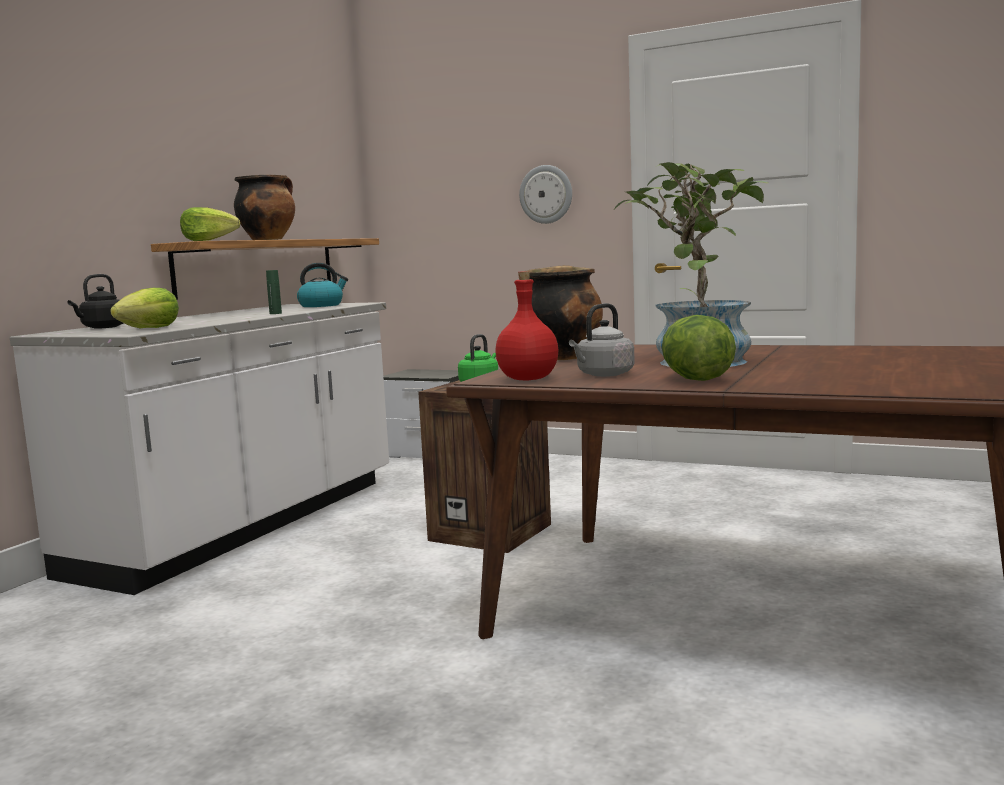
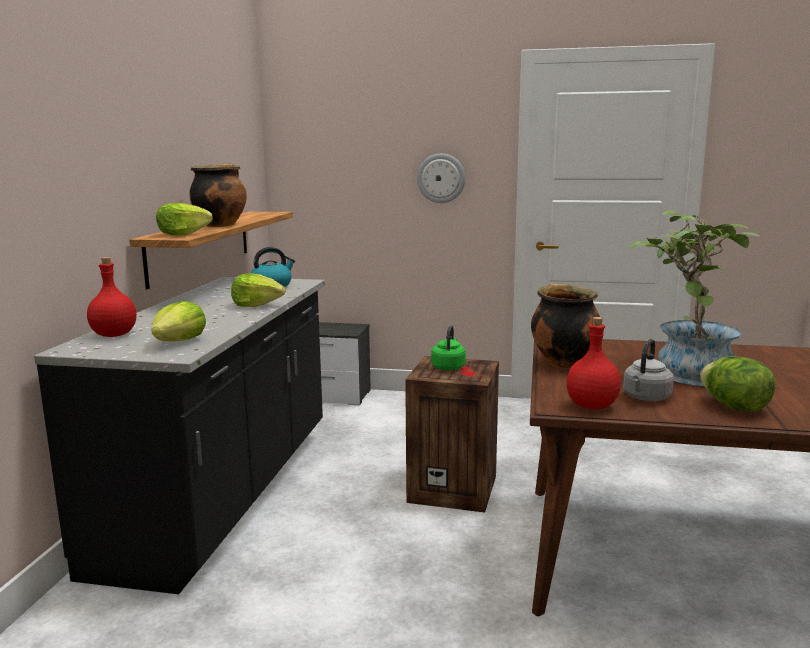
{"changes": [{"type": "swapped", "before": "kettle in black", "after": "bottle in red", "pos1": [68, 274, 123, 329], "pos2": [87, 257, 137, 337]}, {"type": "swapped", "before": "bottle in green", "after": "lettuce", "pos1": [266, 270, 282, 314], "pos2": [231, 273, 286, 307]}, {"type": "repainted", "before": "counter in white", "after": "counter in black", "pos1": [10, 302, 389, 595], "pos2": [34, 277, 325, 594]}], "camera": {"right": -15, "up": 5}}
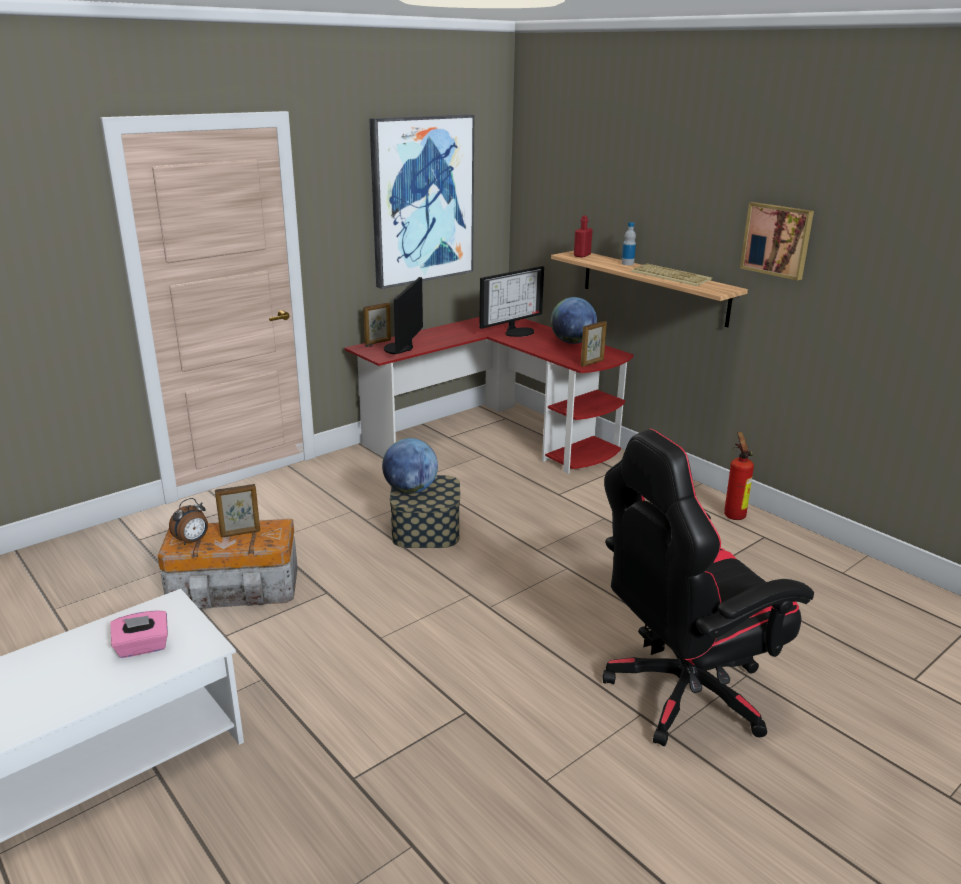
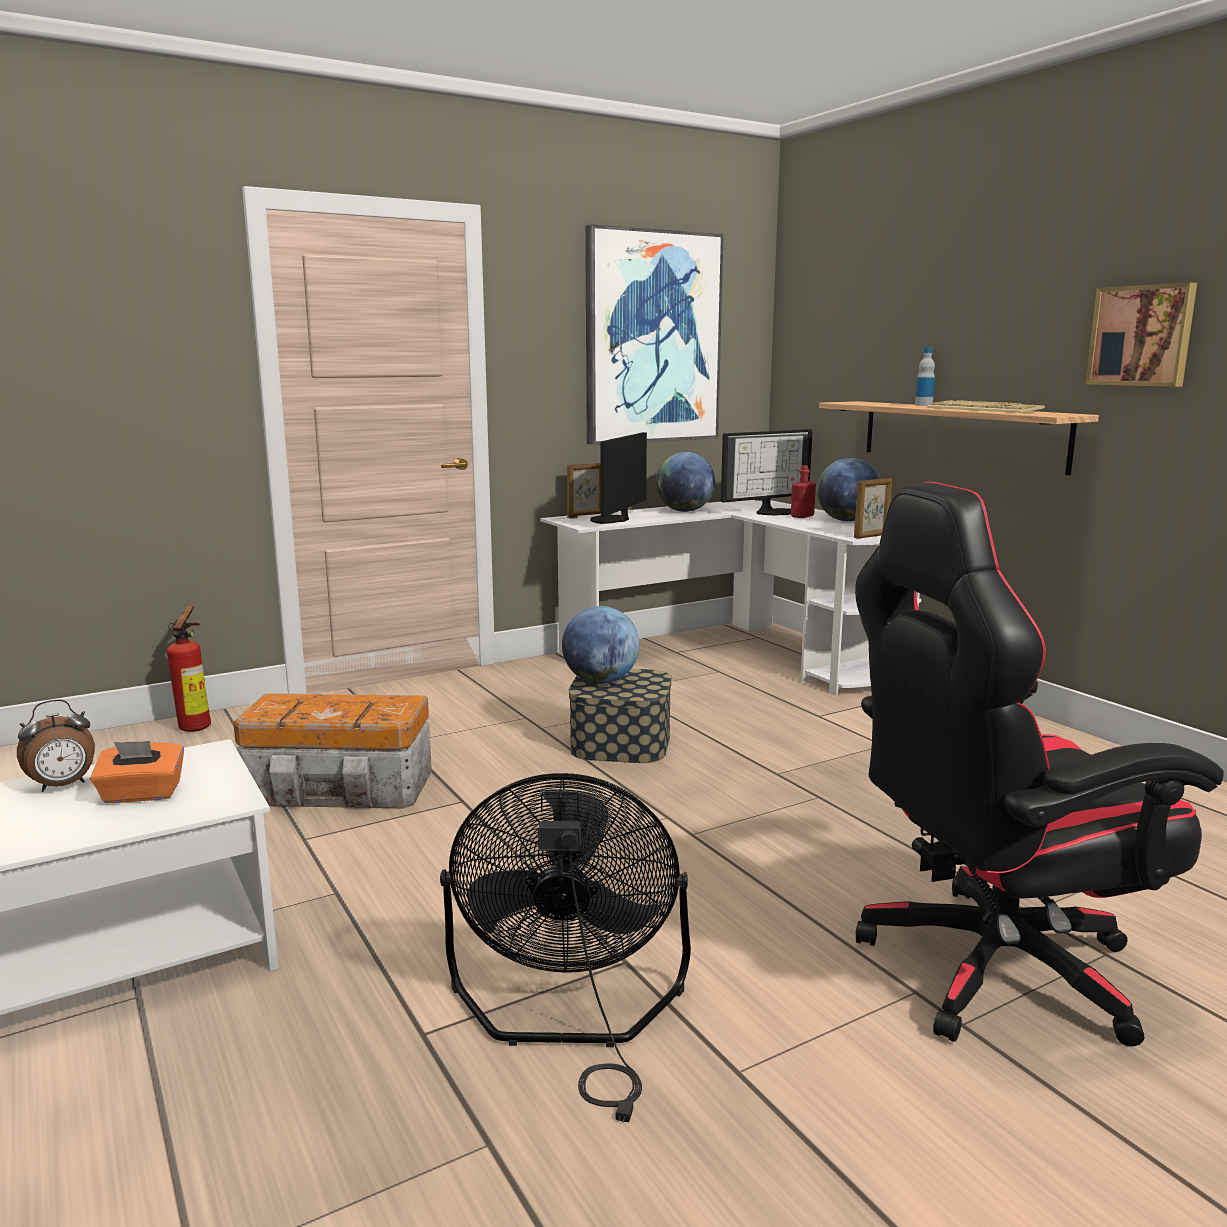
{"changes": [{"type": "gone", "before": "picture frame", "pos1": [215, 484, 260, 538]}, {"type": "new", "after": "fan in black", "pos2": [440, 773, 691, 1123]}, {"type": "new", "after": "globe", "pos2": [656, 452, 715, 512]}, {"type": "shifted", "before": "alarm clock", "pos1": [169, 498, 208, 545], "pos2": [17, 699, 95, 792]}, {"type": "shifted", "before": "bottle in red", "pos1": [574, 215, 593, 258], "pos2": [791, 465, 816, 518]}, {"type": "shifted", "before": "fire extinguisher", "pos1": [724, 432, 754, 520], "pos2": [167, 605, 211, 732]}, {"type": "repainted", "before": "tissue box in pink", "after": "tissue box in orange", "pos1": [110, 610, 168, 658], "pos2": [90, 741, 184, 803]}, {"type": "repainted", "before": "desk in red", "after": "desk in white", "pos1": [344, 317, 634, 474], "pos2": [540, 499, 921, 695]}], "camera": {"right": 10, "up": -10}}
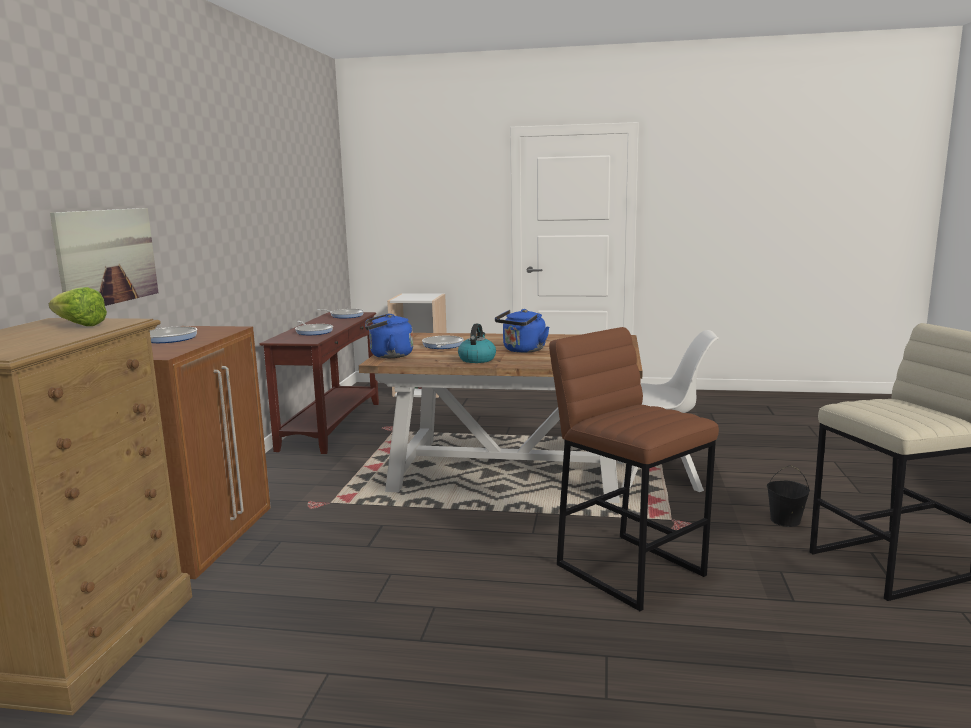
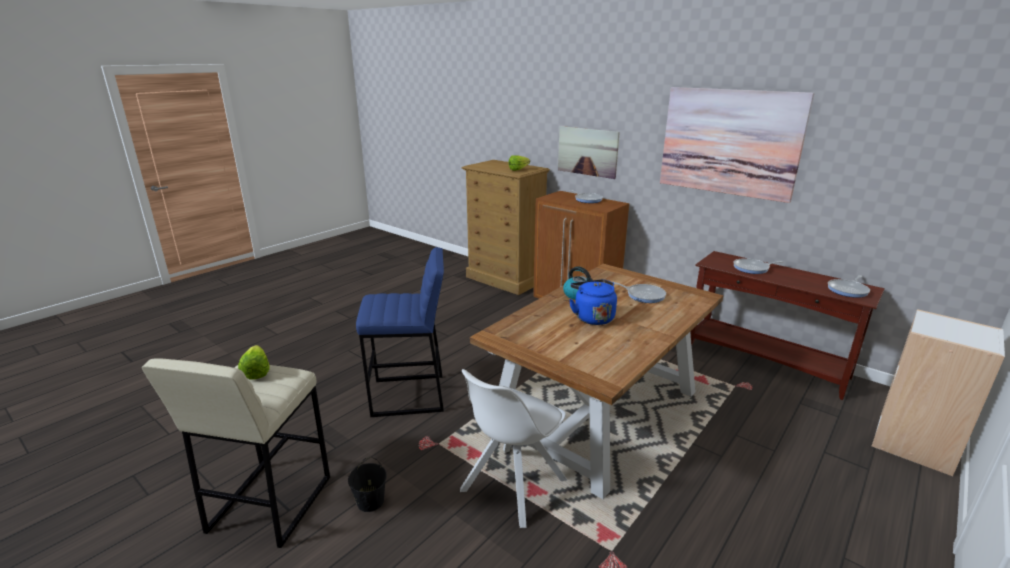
{"changes": [{"type": "gone", "before": "kettle in blue", "pos1": [365, 313, 413, 358]}, {"type": "new", "after": "lettuce", "pos2": [238, 345, 270, 380]}, {"type": "new", "after": "picture", "pos2": [660, 87, 815, 203]}, {"type": "repainted", "before": "stool in brown", "after": "stool in blue", "pos1": [549, 327, 719, 611], "pos2": [356, 247, 444, 417]}], "camera": {"right": 120, "up": 10}}
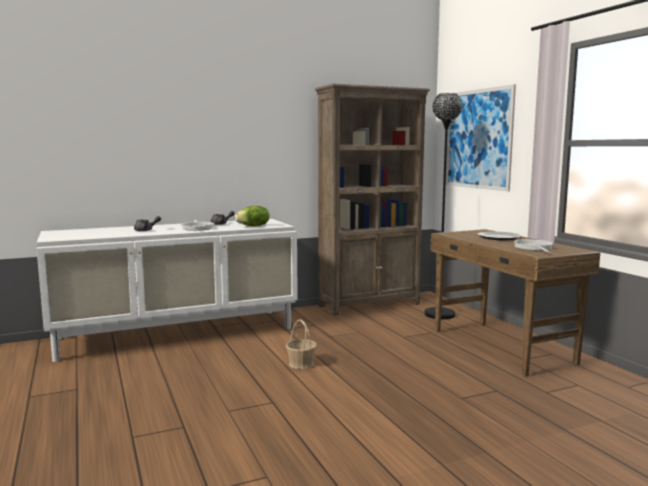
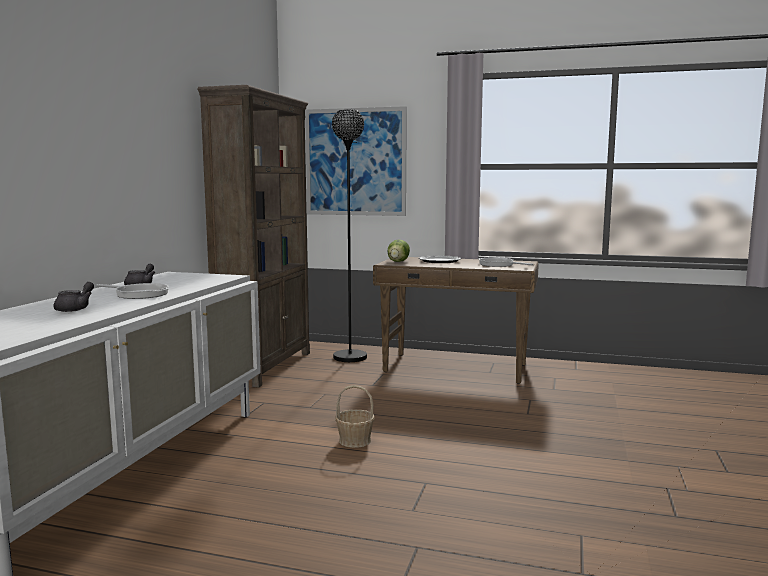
{"changes": [{"type": "shifted", "before": "lettuce", "pos1": [235, 206, 269, 226], "pos2": [388, 239, 410, 262]}], "camera": {"right": -50, "up": 0}}
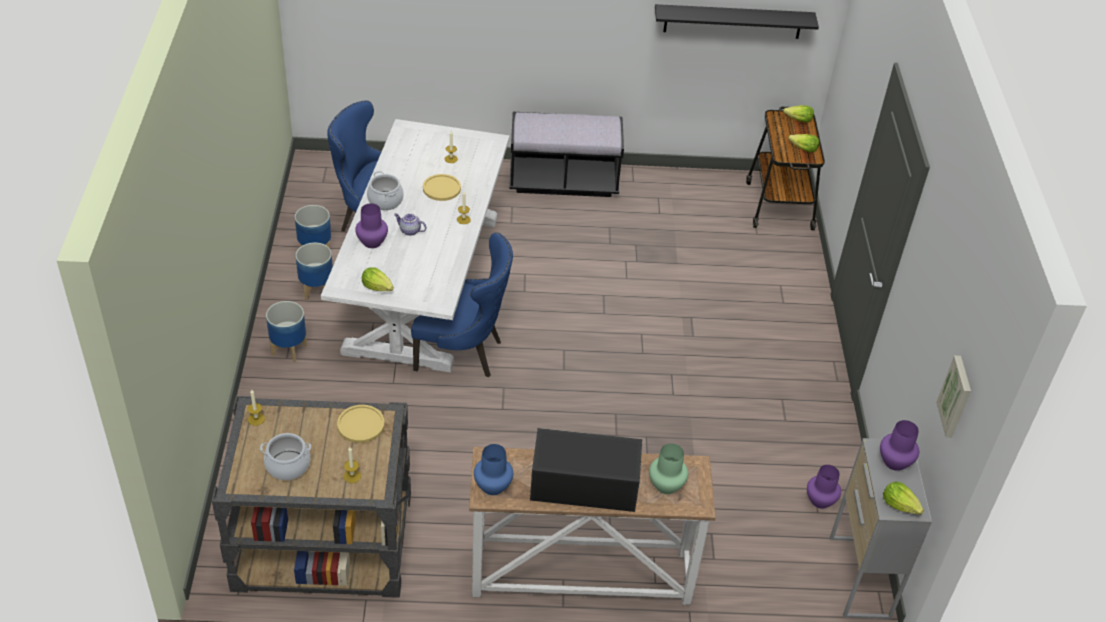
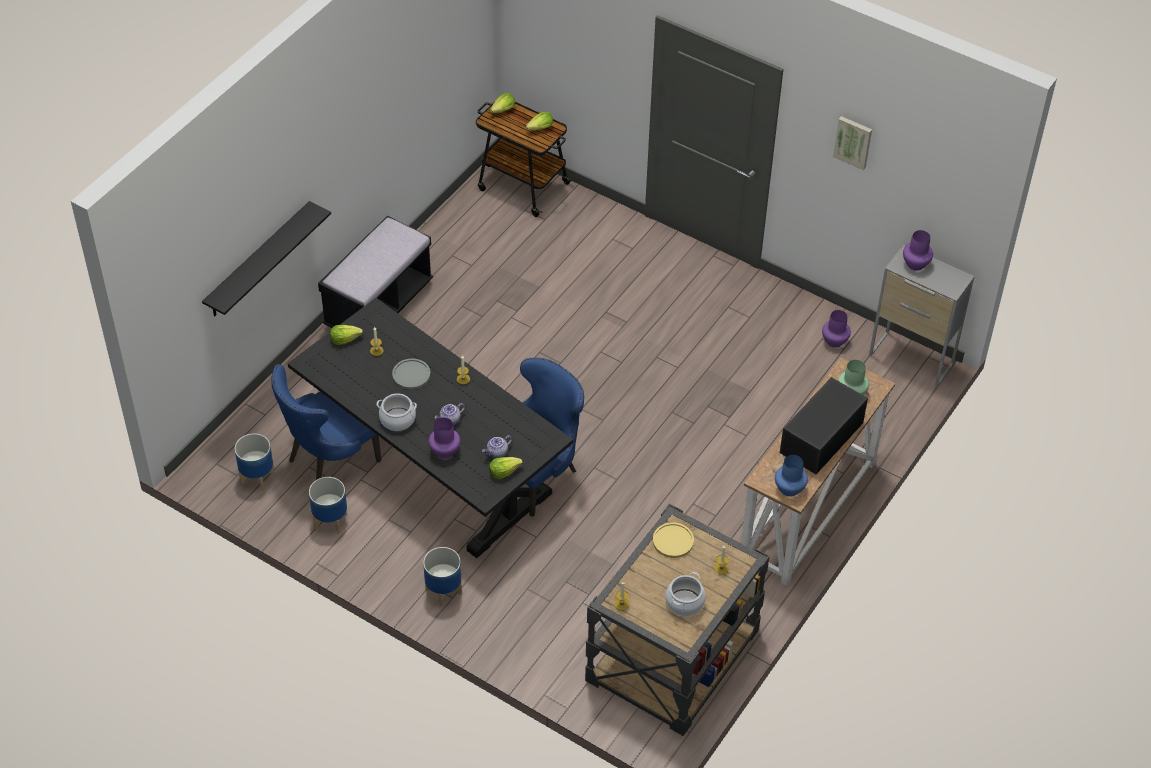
{"changes": [{"type": "new", "after": "teapot", "pos2": [482, 435, 512, 458]}, {"type": "shifted", "before": "planter", "pos1": [296, 243, 333, 300], "pos2": [235, 433, 275, 491]}, {"type": "shifted", "before": "shelf in black", "pos1": [655, 4, 819, 39], "pos2": [202, 201, 331, 316]}, {"type": "shifted", "before": "lettuce", "pos1": [883, 482, 924, 515], "pos2": [330, 325, 363, 345]}, {"type": "shifted", "before": "picture", "pos1": [936, 355, 971, 437], "pos2": [833, 116, 872, 170]}, {"type": "repainted", "before": "dining table in white", "after": "dining table in black", "pos1": [321, 119, 510, 372], "pos2": [287, 298, 573, 558]}, {"type": "repainted", "before": "plate in yellow", "after": "plate in grey", "pos1": [423, 174, 461, 201], "pos2": [392, 358, 431, 390]}], "camera": {"right": -55, "up": 5}}
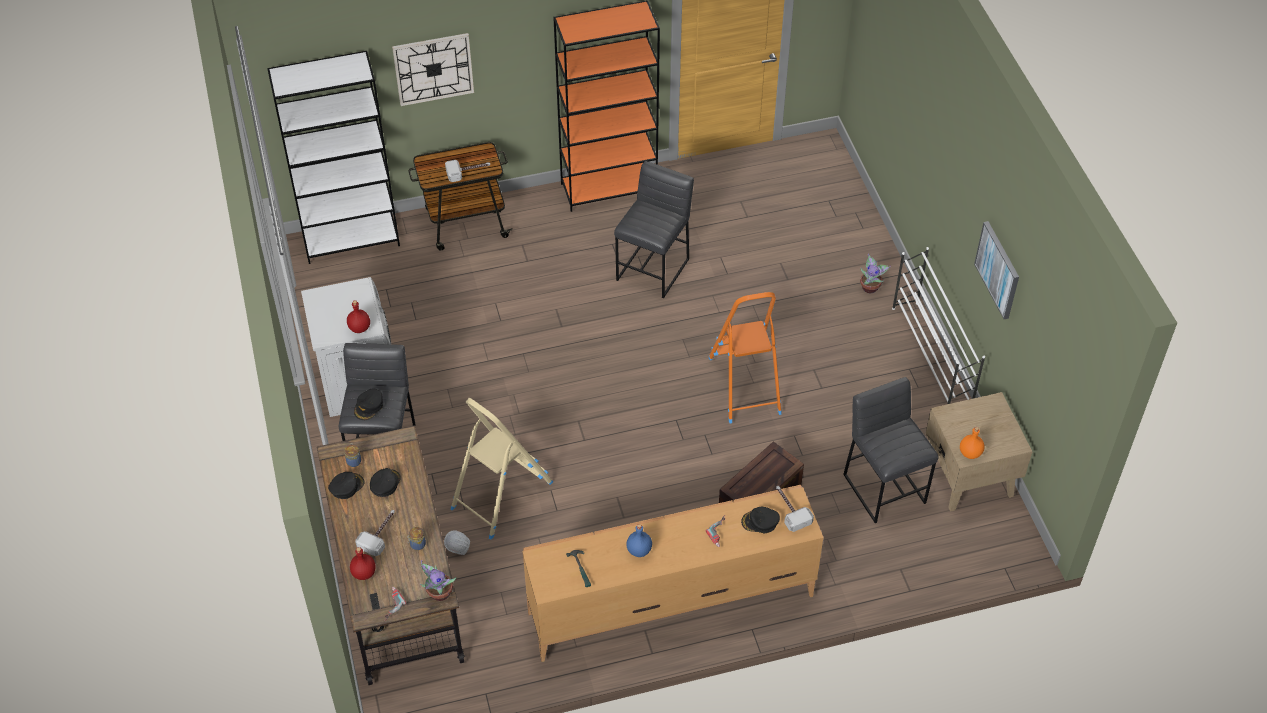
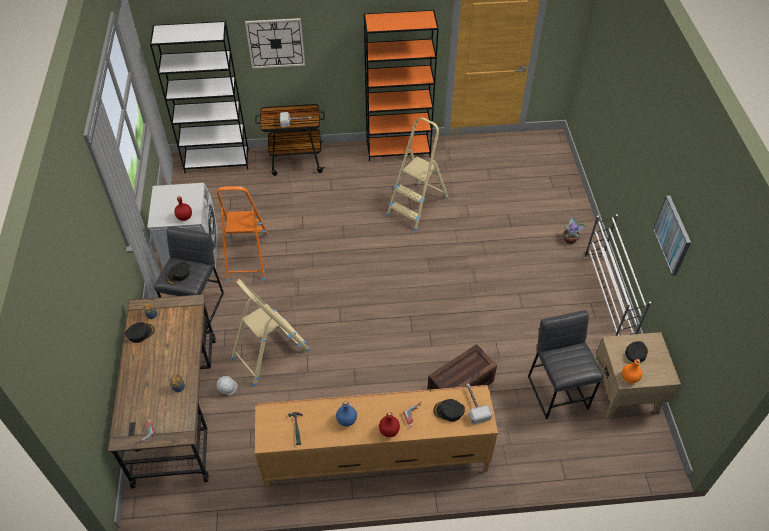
{"changes": [{"type": "gone", "before": "hammer", "pos1": [355, 510, 395, 556]}, {"type": "gone", "before": "potted plant", "pos1": [420, 560, 457, 601]}, {"type": "shifted", "before": "bottle in red", "pos1": [350, 547, 376, 580], "pos2": [379, 412, 400, 437]}, {"type": "shifted", "before": "cap in black", "pos1": [370, 468, 401, 497], "pos2": [625, 341, 648, 363]}, {"type": "shifted", "before": "step ladder in orange", "pos1": [709, 292, 782, 424], "pos2": [217, 186, 268, 282]}, {"type": "swapped", "before": "stool in grey", "after": "step ladder in beige", "pos1": [614, 161, 694, 298], "pos2": [386, 118, 448, 231]}], "camera": {"right": 10, "up": 0}}
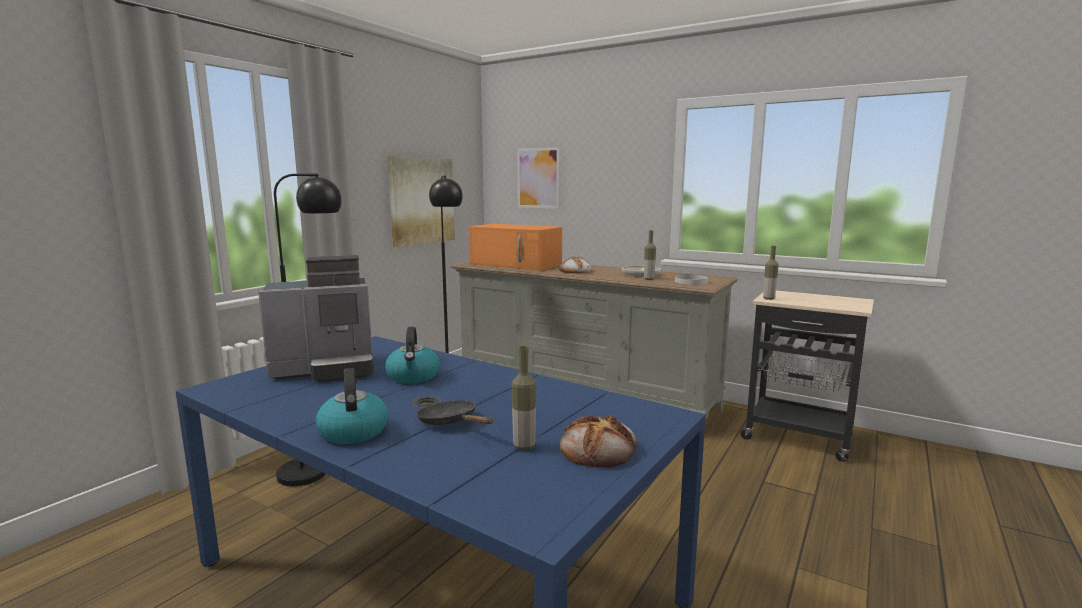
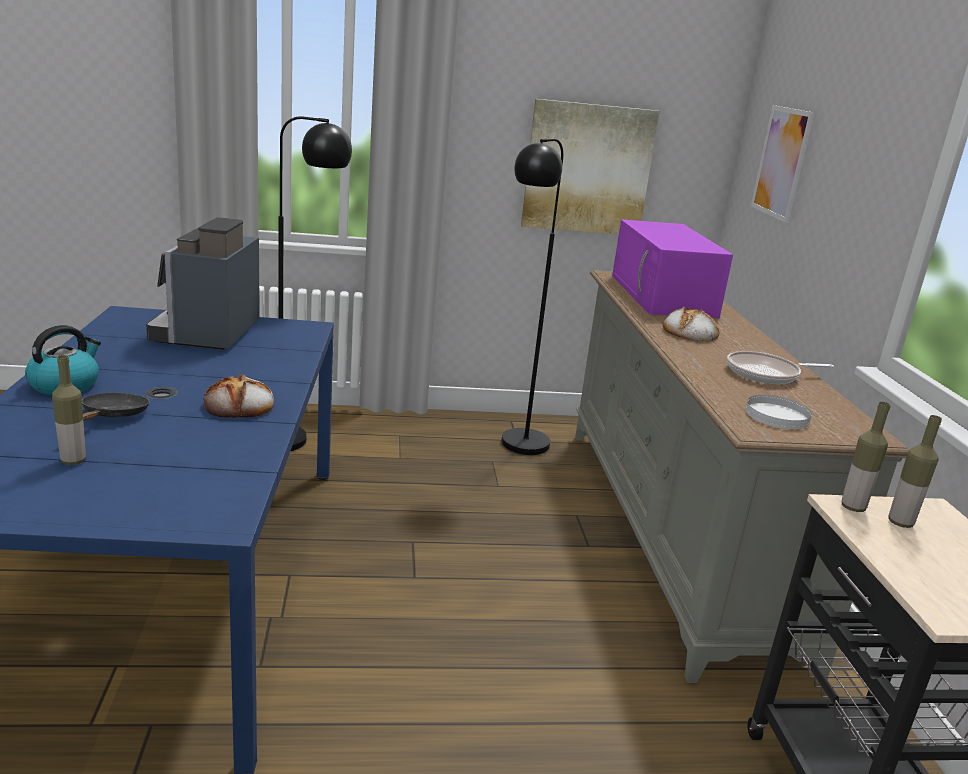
{"changes": [{"type": "gone", "before": "kettle", "pos1": [385, 327, 440, 384]}, {"type": "shifted", "before": "bread", "pos1": [560, 415, 637, 468], "pos2": [203, 374, 274, 418]}, {"type": "shifted", "before": "bottle", "pos1": [644, 230, 656, 280], "pos2": [888, 415, 942, 528]}, {"type": "repainted", "before": "microwave in orange", "after": "microwave in purple", "pos1": [469, 224, 562, 271], "pos2": [612, 220, 733, 318]}, {"type": "rotated", "before": "coffee machine", "pos1": [258, 255, 374, 382], "pos2": [146, 217, 260, 350], "turn": 60}], "camera": {"right": 50, "up": 10}}
